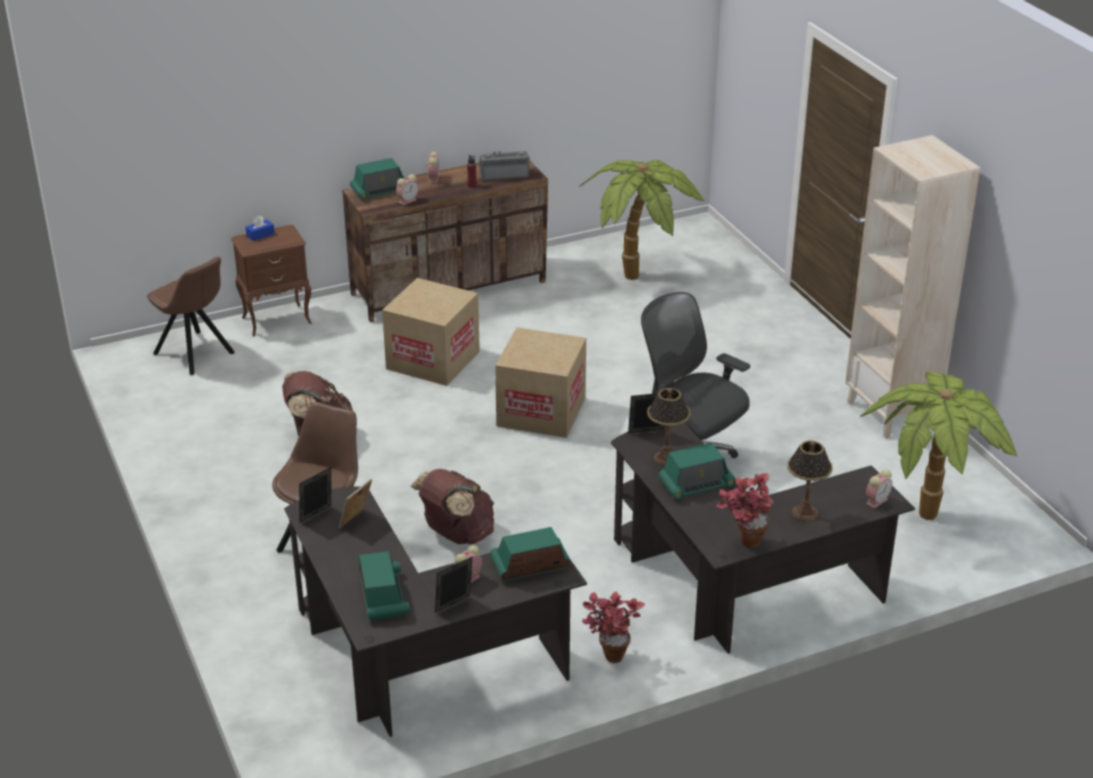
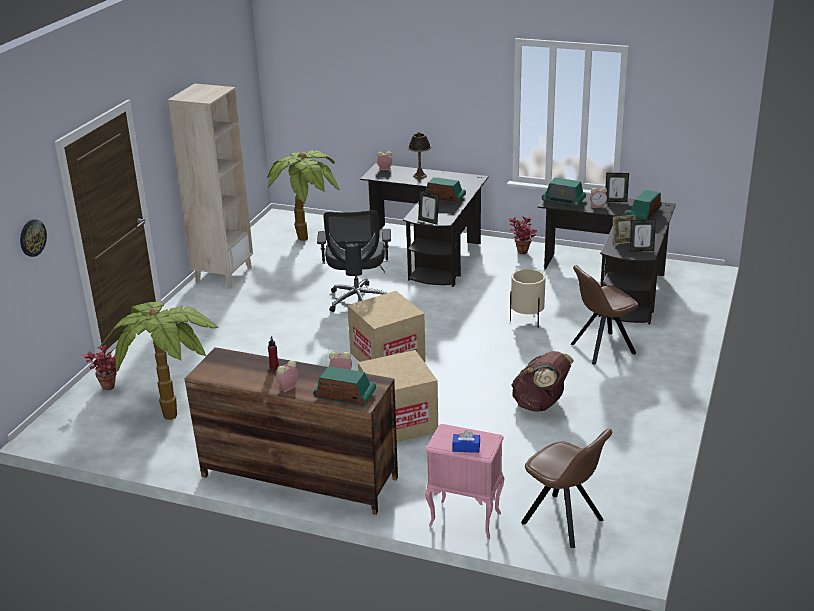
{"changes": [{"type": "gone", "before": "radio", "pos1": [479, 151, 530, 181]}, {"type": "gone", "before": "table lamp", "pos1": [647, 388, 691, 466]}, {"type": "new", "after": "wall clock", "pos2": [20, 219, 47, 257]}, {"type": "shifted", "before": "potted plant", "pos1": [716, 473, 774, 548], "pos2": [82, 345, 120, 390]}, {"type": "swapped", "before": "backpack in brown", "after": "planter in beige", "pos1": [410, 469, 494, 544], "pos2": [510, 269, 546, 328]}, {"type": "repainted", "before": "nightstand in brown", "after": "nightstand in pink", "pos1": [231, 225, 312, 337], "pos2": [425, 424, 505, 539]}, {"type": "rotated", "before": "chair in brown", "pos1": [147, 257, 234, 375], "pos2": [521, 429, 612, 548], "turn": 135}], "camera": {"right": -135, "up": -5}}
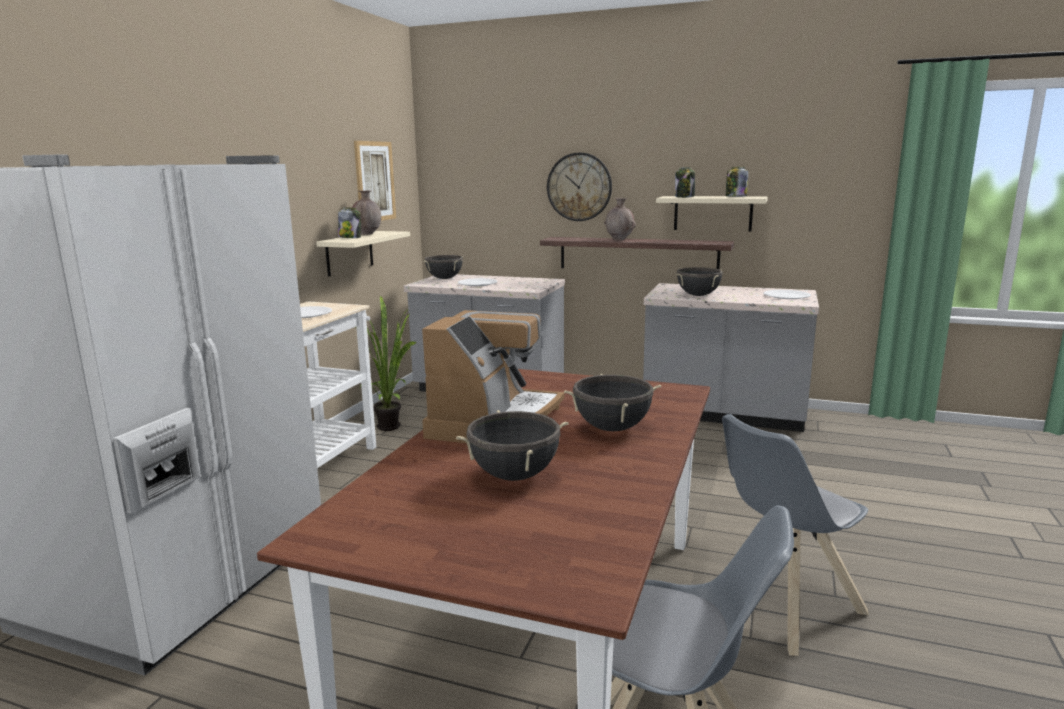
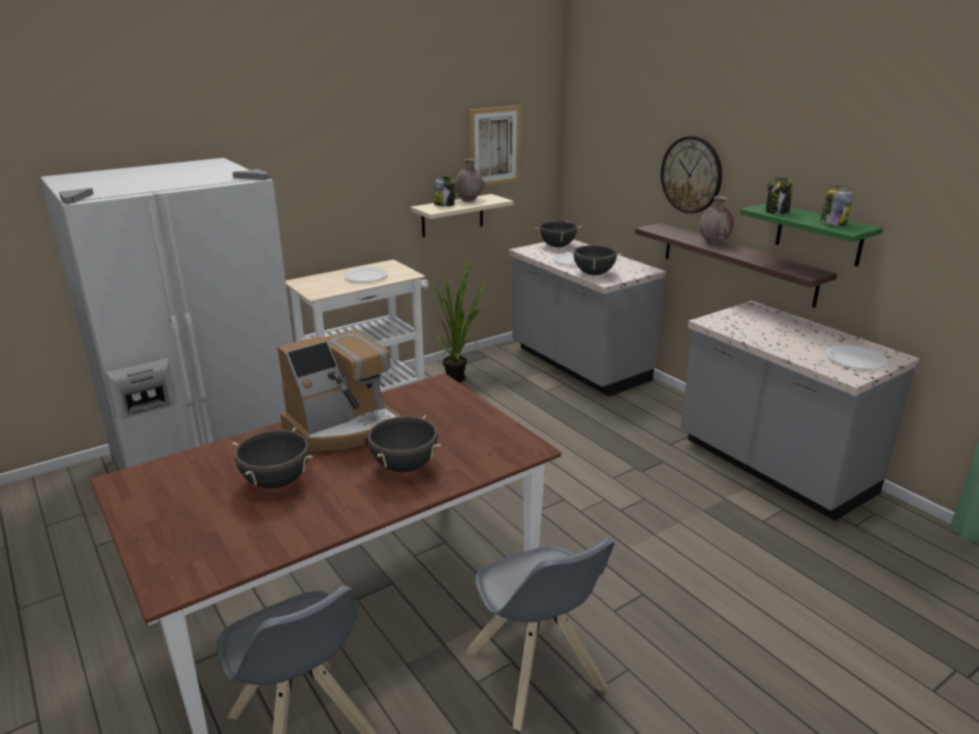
{"changes": [{"type": "shifted", "before": "cooking pot in black", "pos1": [677, 267, 723, 296], "pos2": [569, 245, 622, 275]}, {"type": "repainted", "before": "shelf in beige", "after": "shelf in green", "pos1": [656, 196, 768, 231], "pos2": [740, 203, 883, 267]}, {"type": "rotated", "before": "chair in grey", "pos1": [722, 414, 869, 656], "pos2": [466, 538, 615, 731], "turn": -120}], "camera": {"right": 35, "up": 10}}
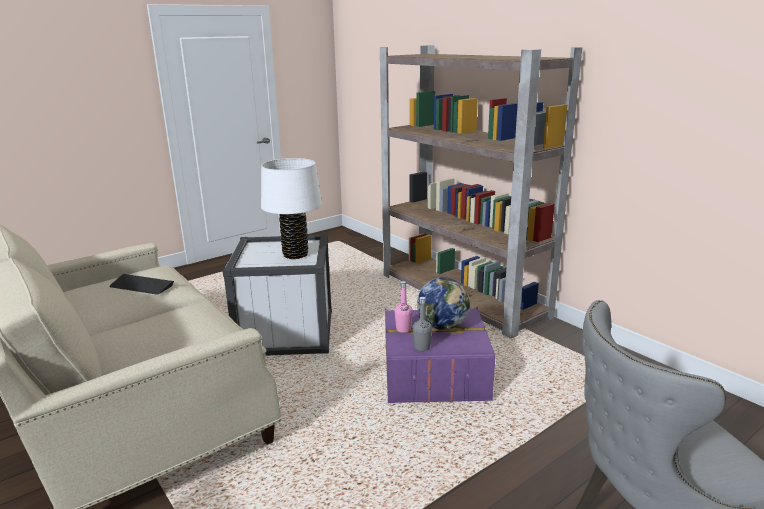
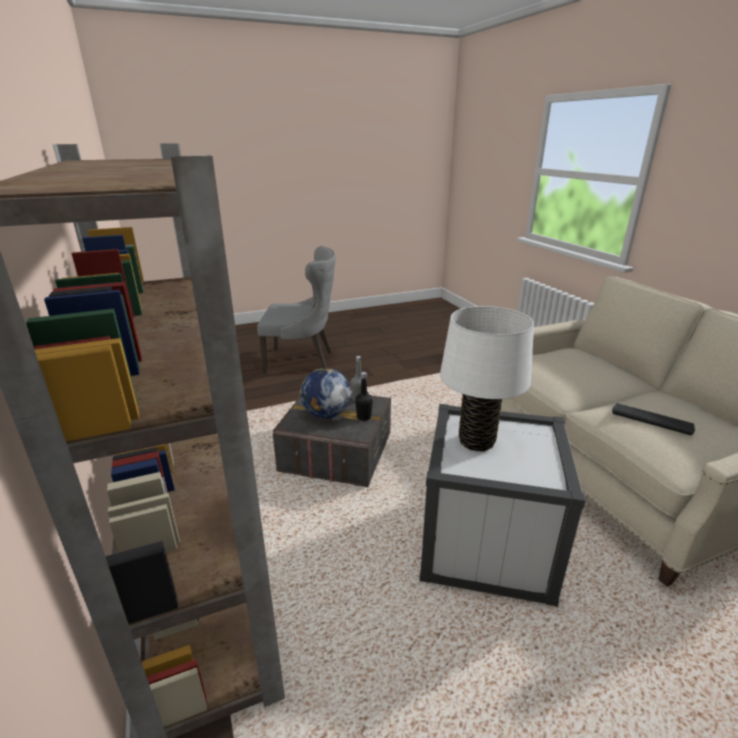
{"changes": [{"type": "repainted", "before": "storage box in purple", "after": "storage box in grey", "pos1": [385, 306, 495, 403], "pos2": [273, 393, 391, 488]}, {"type": "repainted", "before": "bottle in pink", "after": "bottle in black", "pos1": [394, 281, 413, 333], "pos2": [355, 372, 373, 421]}], "camera": {"right": -165, "up": 5}}
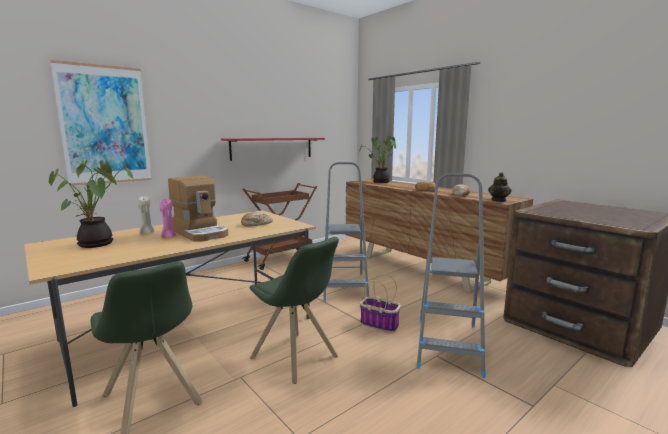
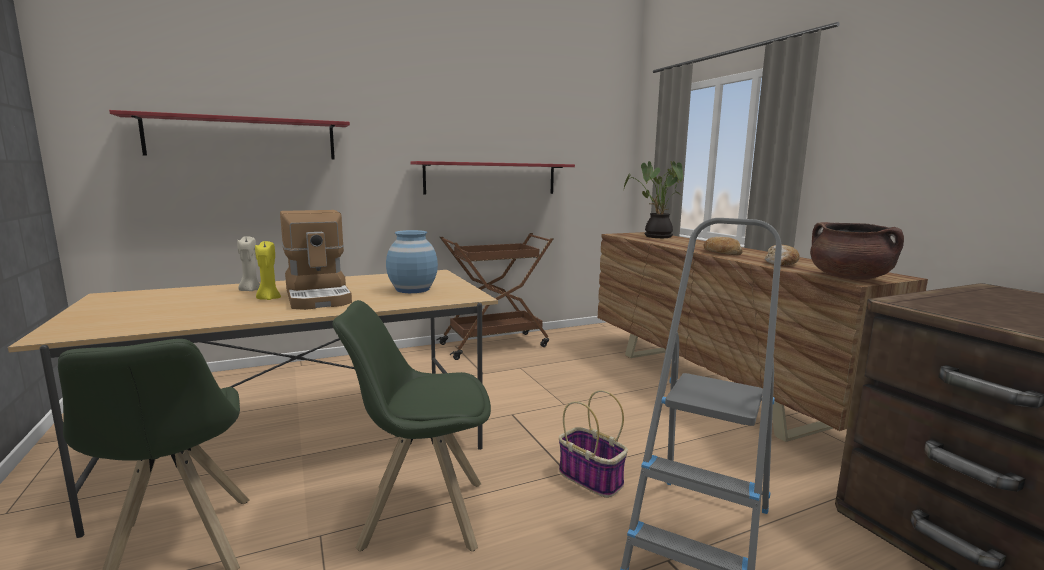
{"changes": [{"type": "gone", "before": "potted plant", "pos1": [49, 160, 134, 248]}, {"type": "gone", "before": "step ladder in grey", "pos1": [323, 162, 369, 302]}, {"type": "swapped", "before": "picture", "after": "shelf in red", "pos1": [50, 60, 152, 186], "pos2": [109, 110, 350, 159]}, {"type": "swapped", "before": "bread", "after": "vase in blue", "pos1": [241, 212, 273, 226], "pos2": [386, 230, 438, 293]}, {"type": "swapped", "before": "teapot", "after": "cooking pot in brown", "pos1": [488, 172, 512, 202], "pos2": [810, 222, 904, 280]}, {"type": "repainted", "before": "candle in pink", "after": "candle in yellow", "pos1": [160, 199, 176, 238], "pos2": [255, 241, 281, 300]}, {"type": "rotated", "before": "chair in green", "pos1": [250, 237, 339, 384], "pos2": [333, 300, 491, 552], "turn": 120}], "camera": {"right": 15, "up": 0}}
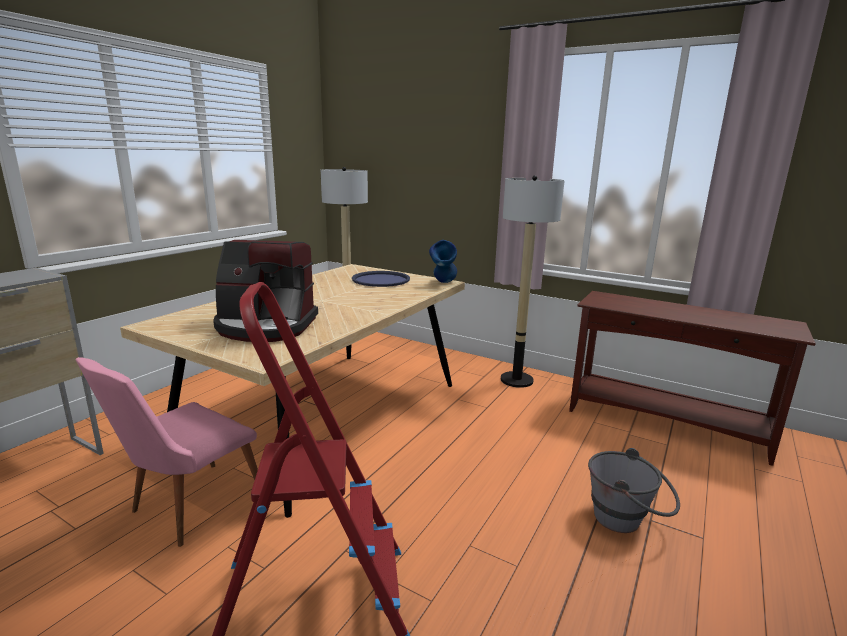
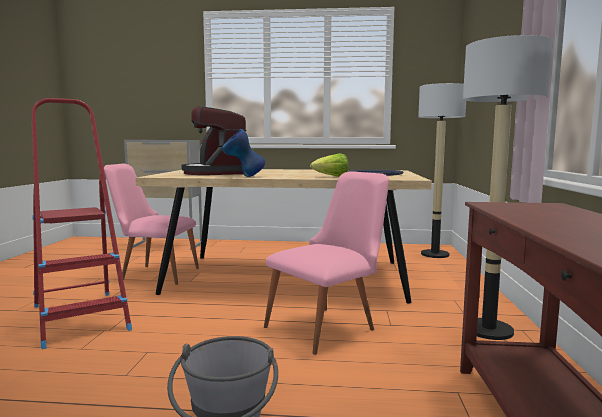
{"changes": [{"type": "new", "after": "chair in pink", "pos2": [264, 171, 389, 355]}, {"type": "new", "after": "lettuce", "pos2": [310, 153, 348, 177]}, {"type": "shifted", "before": "vase in blue", "pos1": [429, 240, 457, 283], "pos2": [222, 129, 265, 177]}], "camera": {"right": 65, "up": -10}}
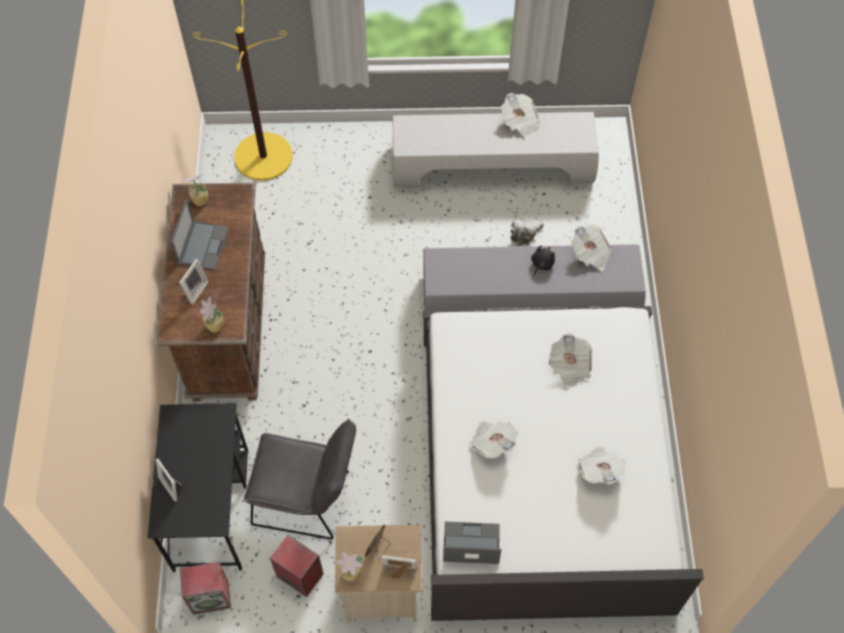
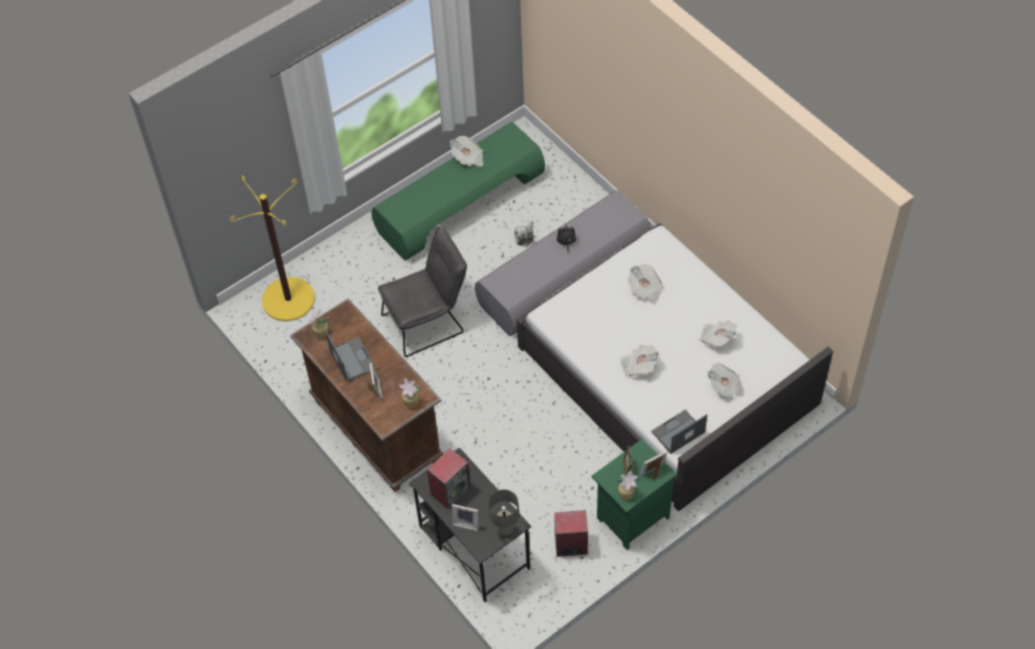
{"changes": [{"type": "new", "after": "table lamp in grey", "pos2": [488, 489, 519, 537]}, {"type": "shifted", "before": "speaker", "pos1": [180, 562, 231, 615], "pos2": [427, 448, 471, 509]}, {"type": "shifted", "before": "chair in grey", "pos1": [244, 419, 356, 539], "pos2": [378, 227, 467, 357]}, {"type": "shifted", "before": "newspaper", "pos1": [571, 224, 612, 271], "pos2": [707, 363, 745, 398]}, {"type": "repainted", "before": "nightstand in beige", "after": "nightstand in green", "pos1": [335, 525, 422, 623], "pos2": [592, 439, 677, 550]}, {"type": "repainted", "before": "bench in grey", "after": "bench in green", "pos1": [393, 112, 599, 187], "pos2": [372, 122, 545, 261]}], "camera": {"right": -35, "up": -5}}
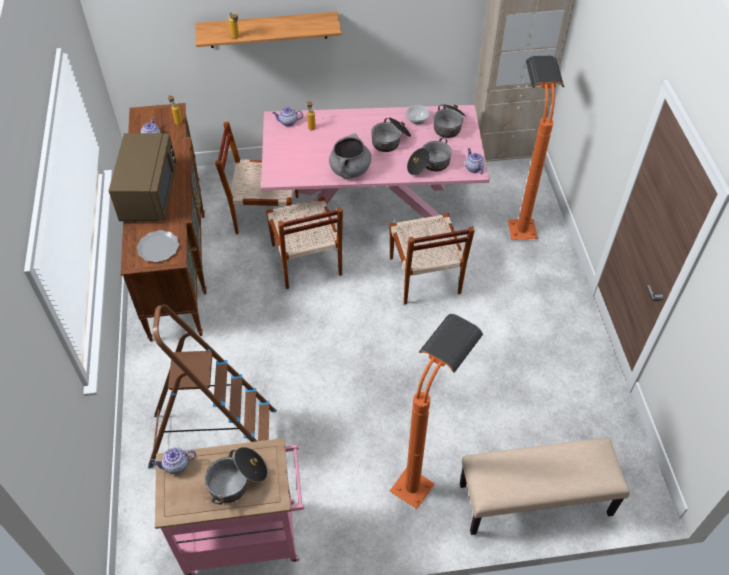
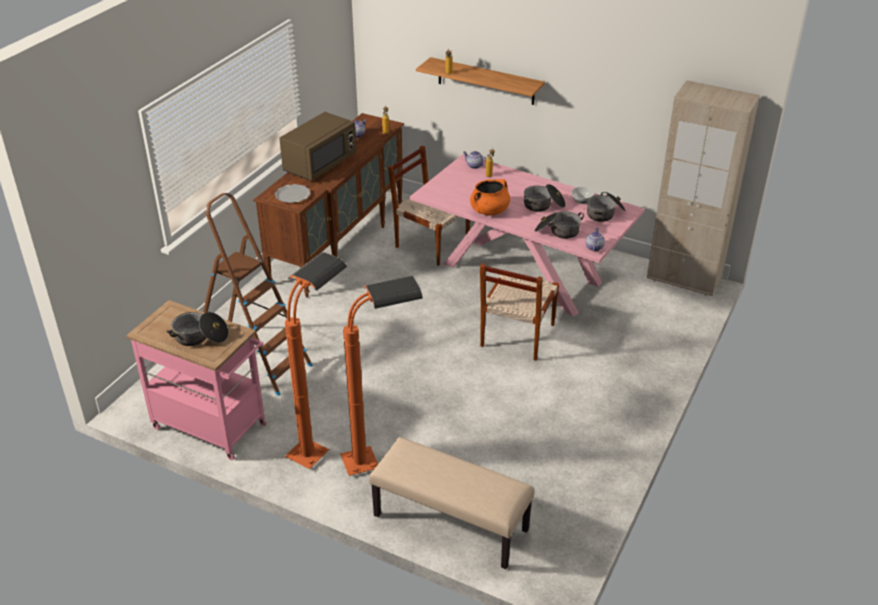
{"changes": [{"type": "gone", "before": "teapot", "pos1": [152, 447, 196, 474]}, {"type": "gone", "before": "chair", "pos1": [266, 197, 343, 289]}, {"type": "shifted", "before": "floor lamp in orange", "pos1": [508, 55, 564, 240], "pos2": [285, 252, 347, 469]}, {"type": "repainted", "before": "cooking pot in grey", "after": "cooking pot in orange", "pos1": [329, 133, 371, 179], "pos2": [470, 179, 510, 215]}], "camera": {"right": 35, "up": -15}}
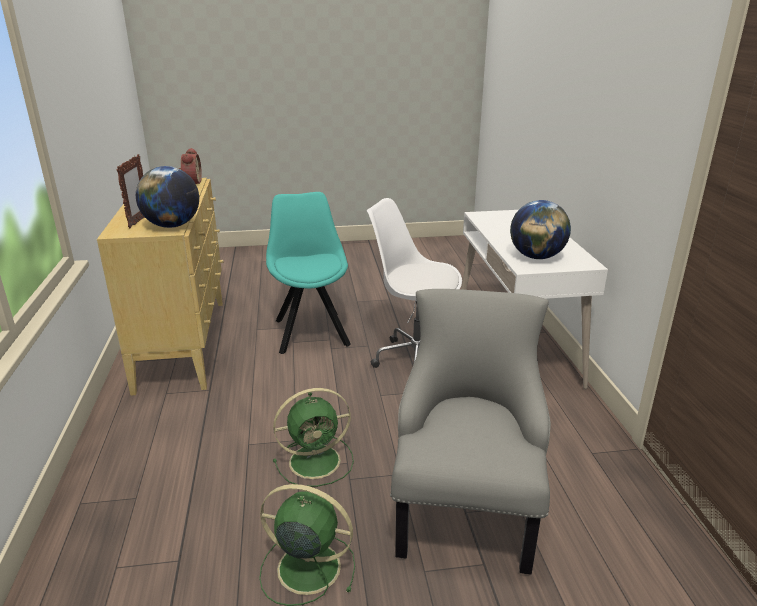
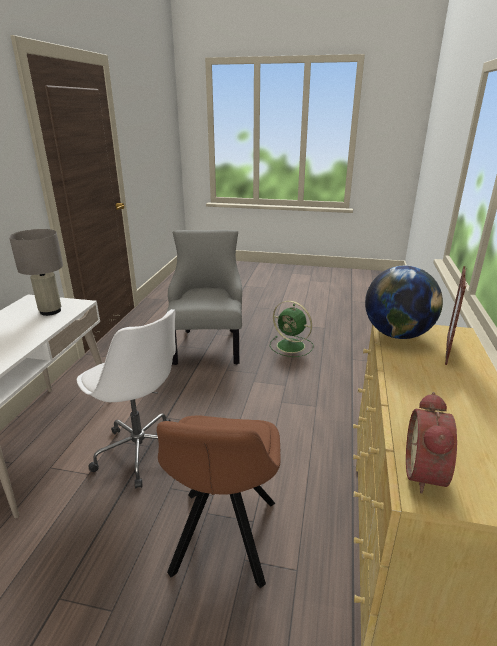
{"changes": [{"type": "gone", "before": "fan in green", "pos1": [273, 388, 354, 487]}, {"type": "swapped", "before": "globe", "after": "table lamp in grey", "pos1": [510, 200, 571, 259], "pos2": [9, 229, 63, 316]}, {"type": "repainted", "before": "chair in turquoise", "after": "chair in brown", "pos1": [266, 192, 351, 354], "pos2": [157, 416, 281, 588]}, {"type": "rotated", "before": "chair in grey", "pos1": [390, 289, 551, 574], "pos2": [166, 230, 243, 365], "turn": 150}], "camera": {"right": -160, "up": 0}}
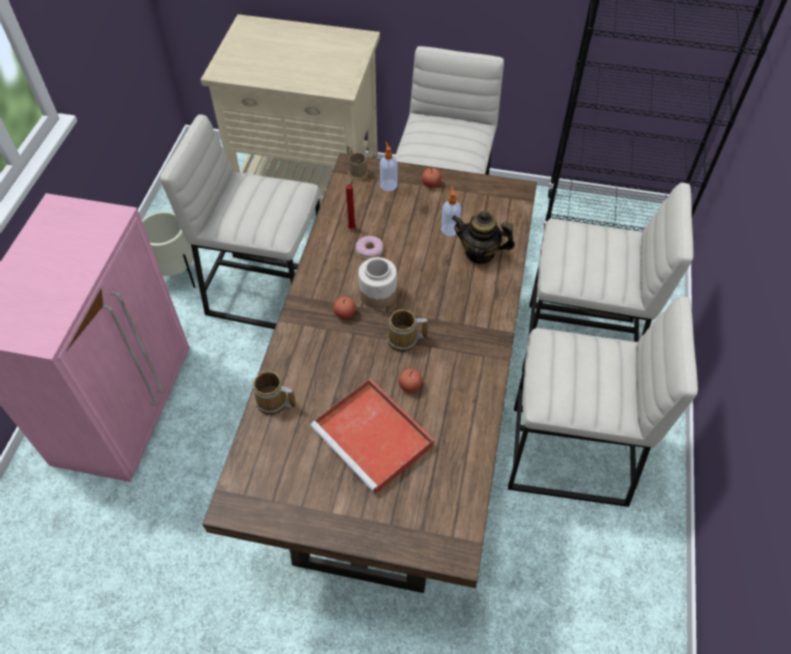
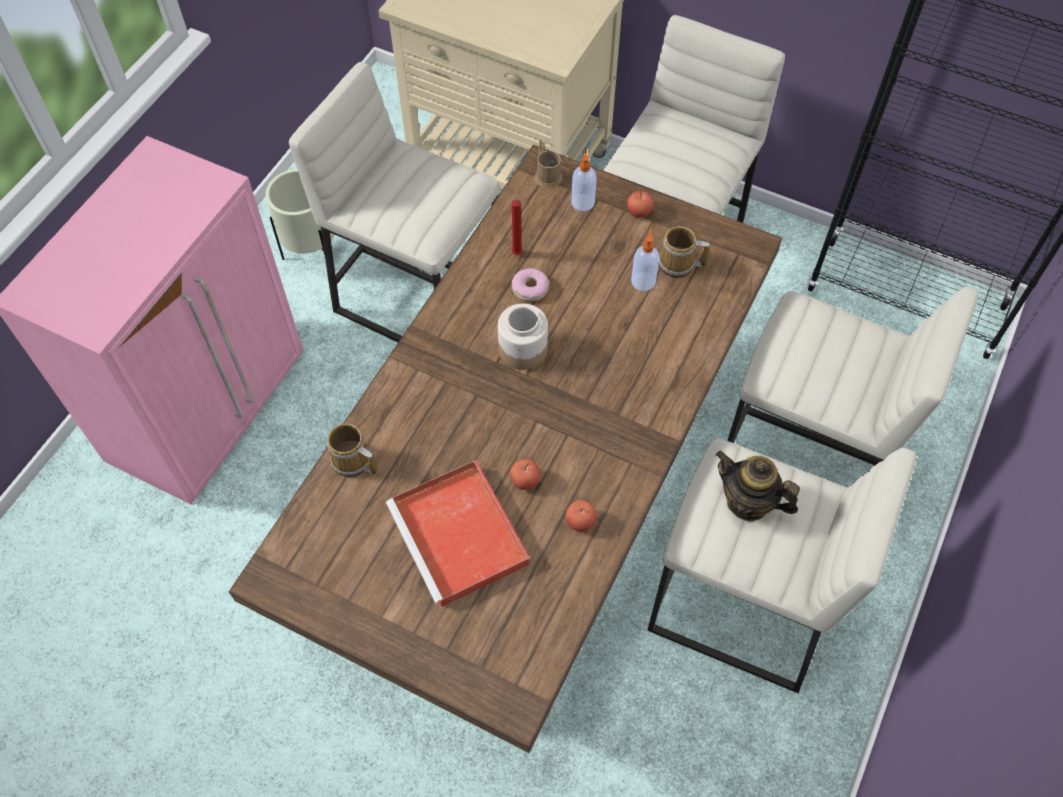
{"changes": [{"type": "shifted", "before": "apple", "pos1": [333, 296, 356, 319], "pos2": [566, 500, 597, 532]}, {"type": "shifted", "before": "mug", "pos1": [387, 310, 428, 352], "pos2": [659, 226, 710, 278]}, {"type": "shifted", "before": "teapot", "pos1": [452, 211, 515, 264], "pos2": [716, 451, 800, 521]}], "camera": {"right": 15, "up": 5}}
